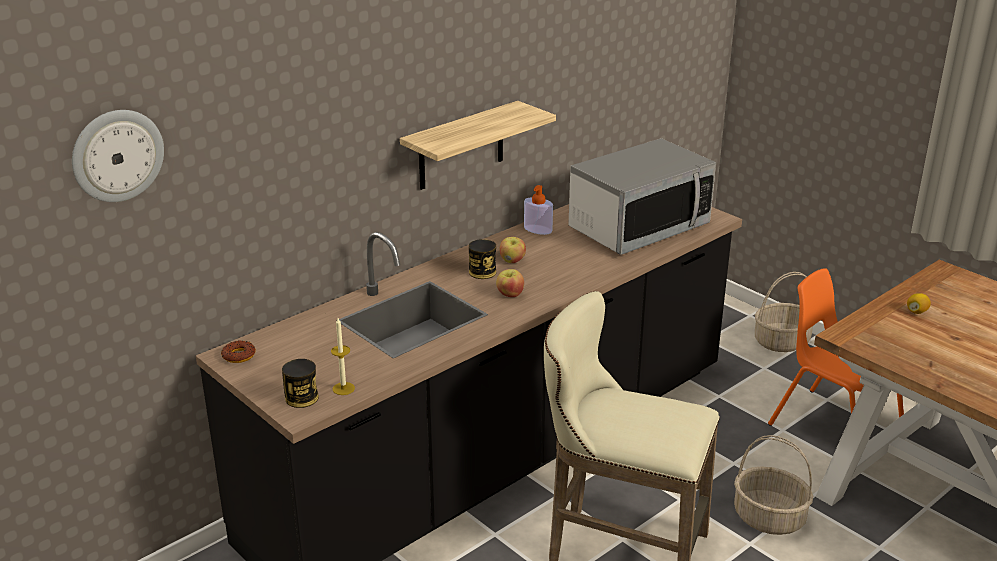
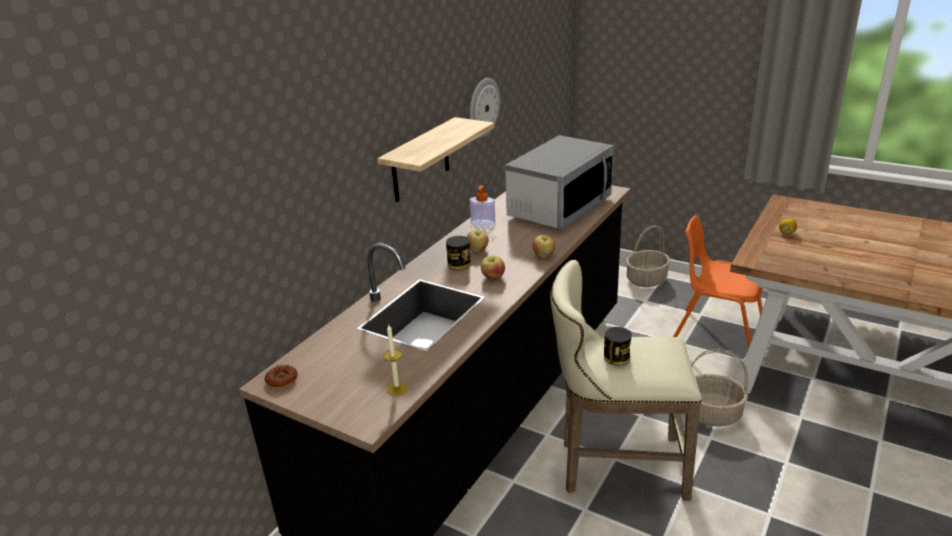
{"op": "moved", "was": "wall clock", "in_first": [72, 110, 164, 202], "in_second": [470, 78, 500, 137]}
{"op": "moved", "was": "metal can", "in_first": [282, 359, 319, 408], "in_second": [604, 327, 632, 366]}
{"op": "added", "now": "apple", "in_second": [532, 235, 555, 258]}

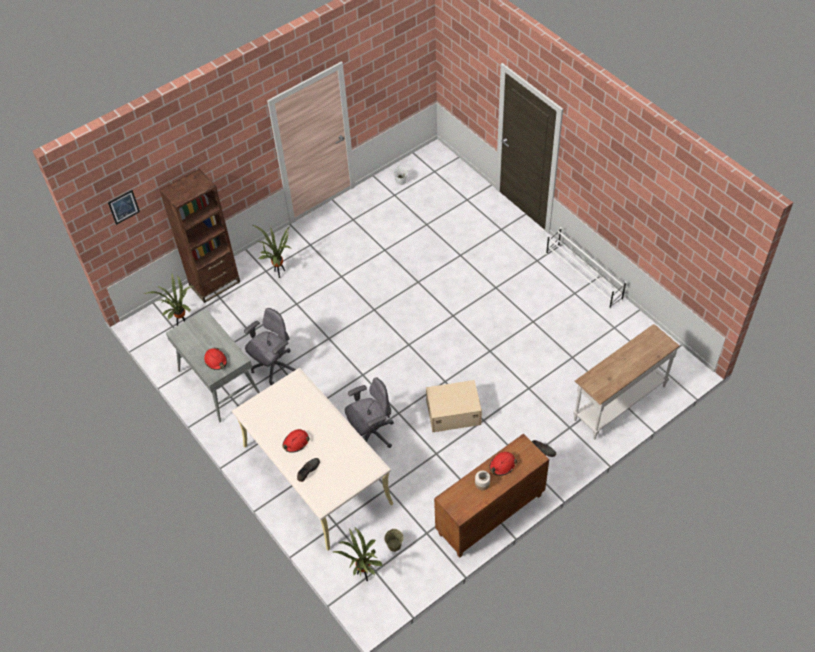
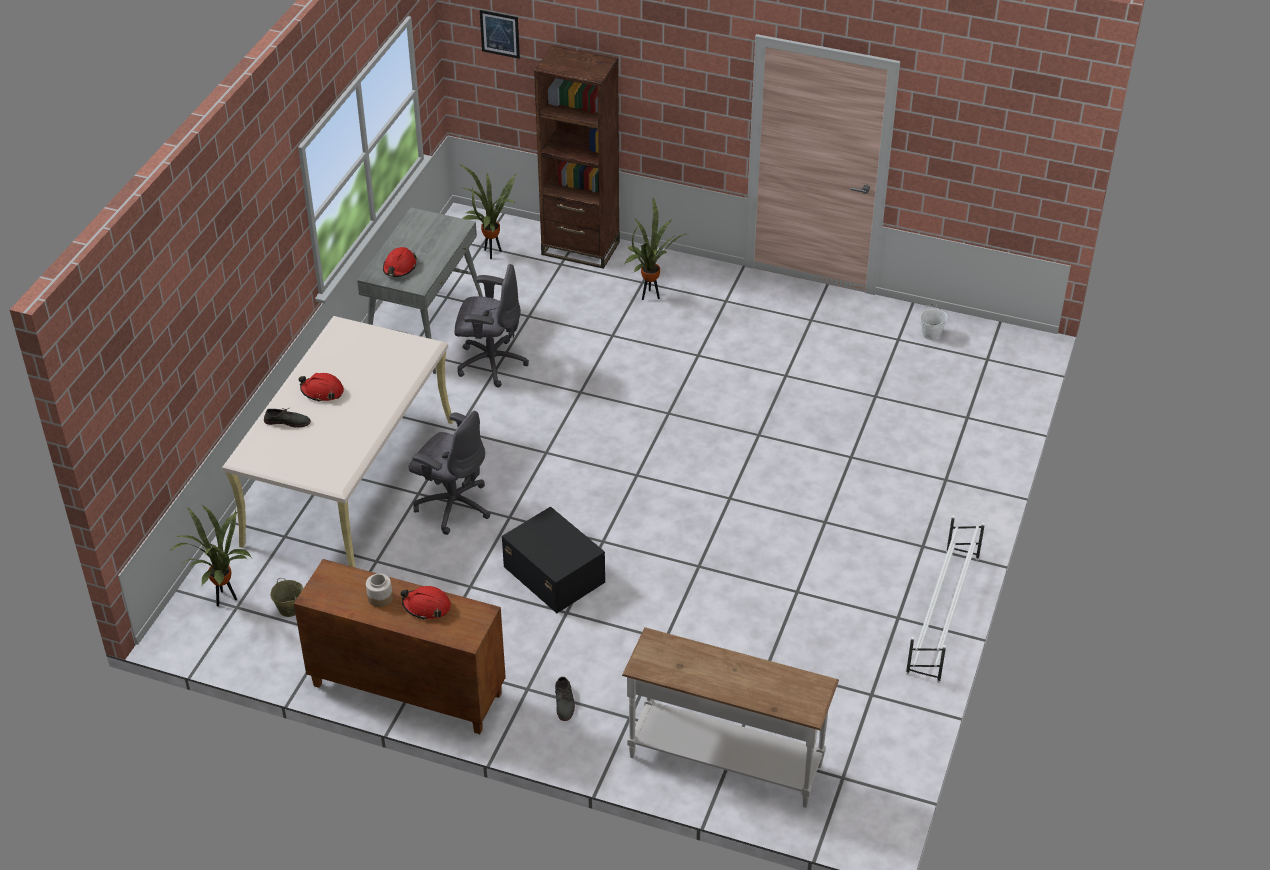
{"op": "recoloured", "was": "beige-coloured storage box", "now": "black storage box", "in_first": [426, 380, 482, 432], "in_second": [502, 506, 605, 613]}

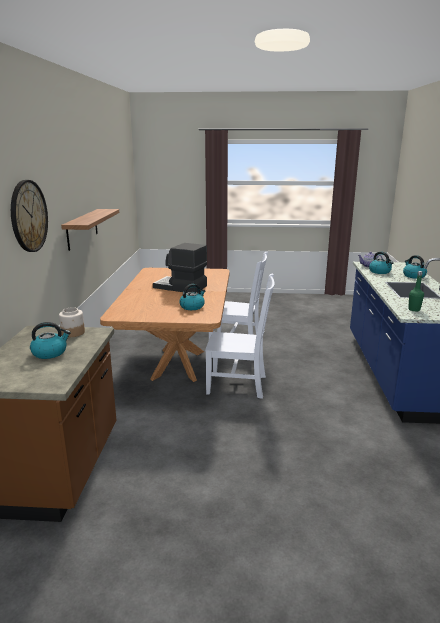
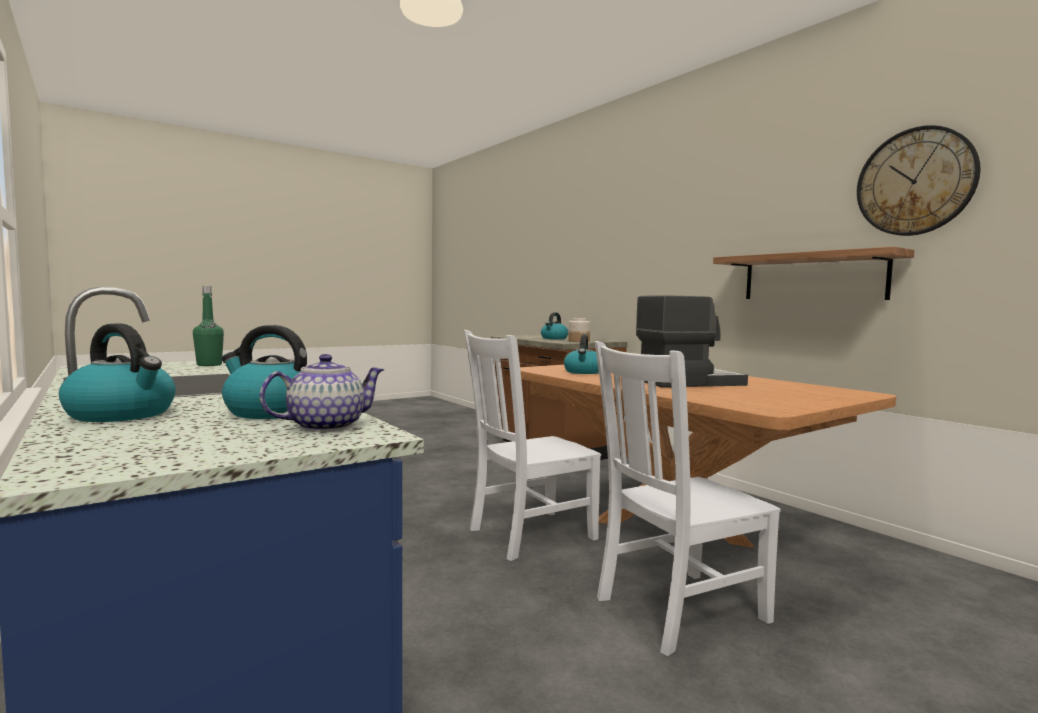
{"op": "moved", "was": "wall clock", "in_first": [11, 180, 48, 252], "in_second": [857, 125, 981, 236]}

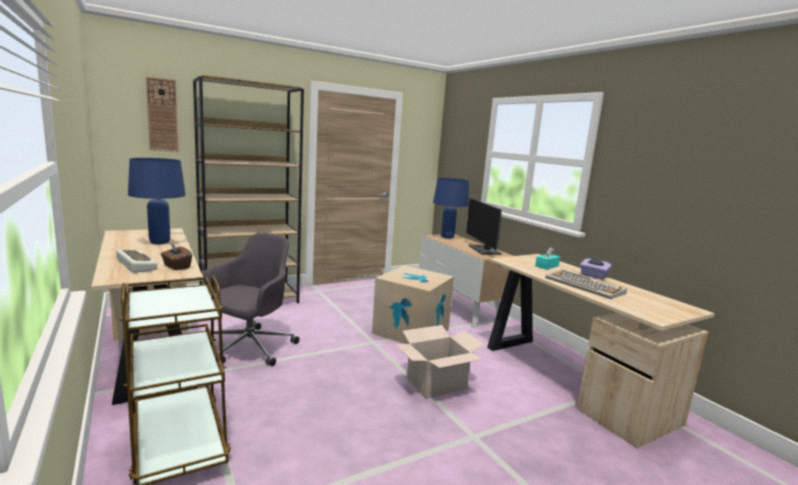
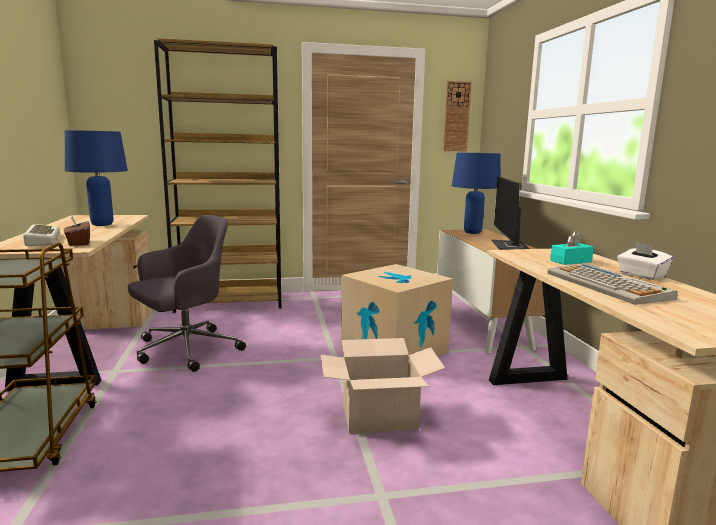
{"op": "moved", "was": "wall clock", "in_first": [146, 77, 179, 151], "in_second": [443, 81, 472, 151]}
{"op": "recoloured", "was": "purple tissue holder", "now": "white-coloured tissue holder", "in_first": [580, 256, 612, 279], "in_second": [617, 242, 673, 280]}

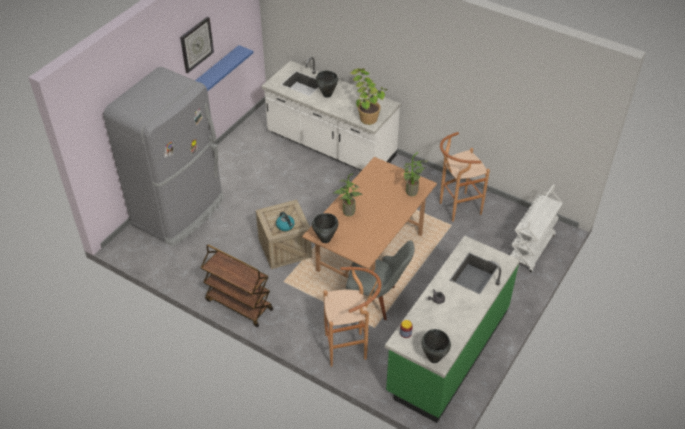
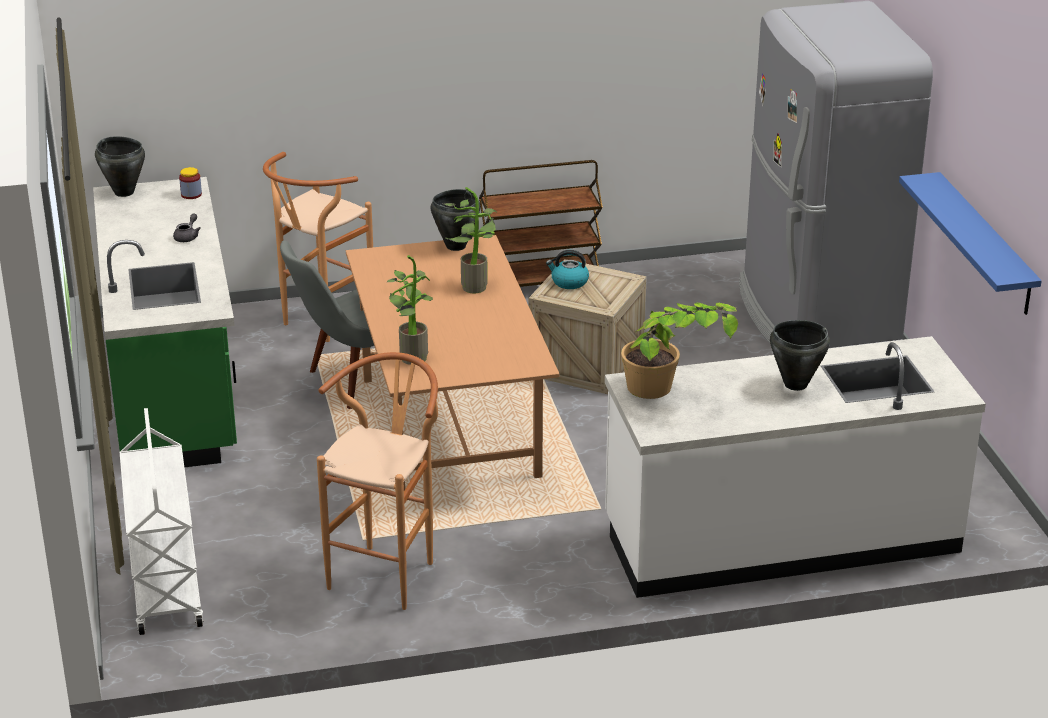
{"op": "removed", "was": "wall clock", "in_first": [180, 17, 214, 73]}

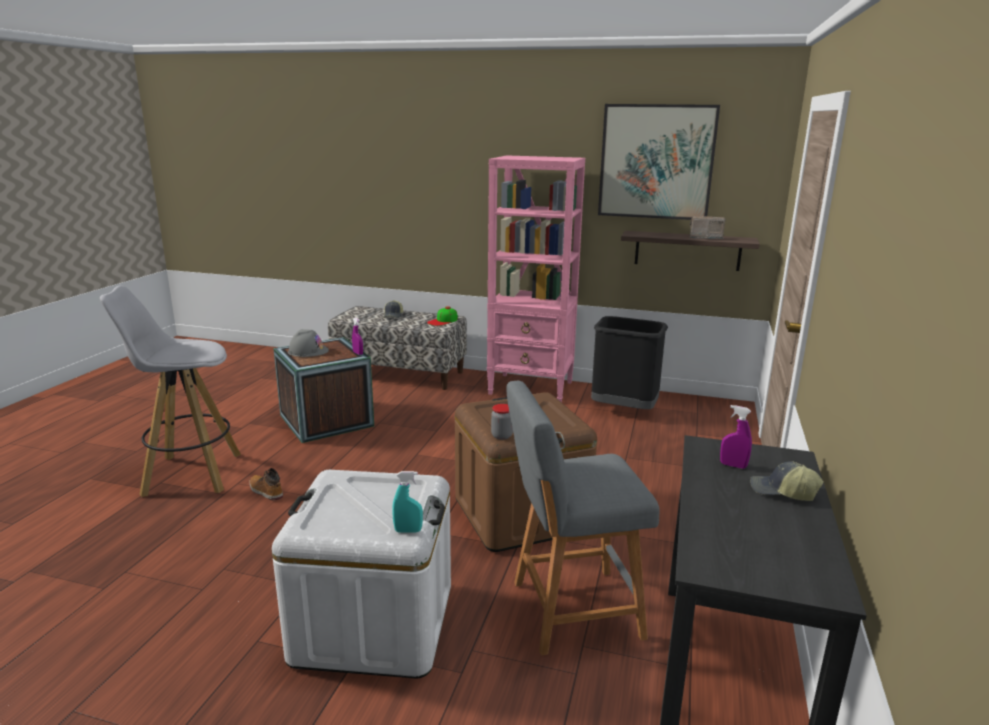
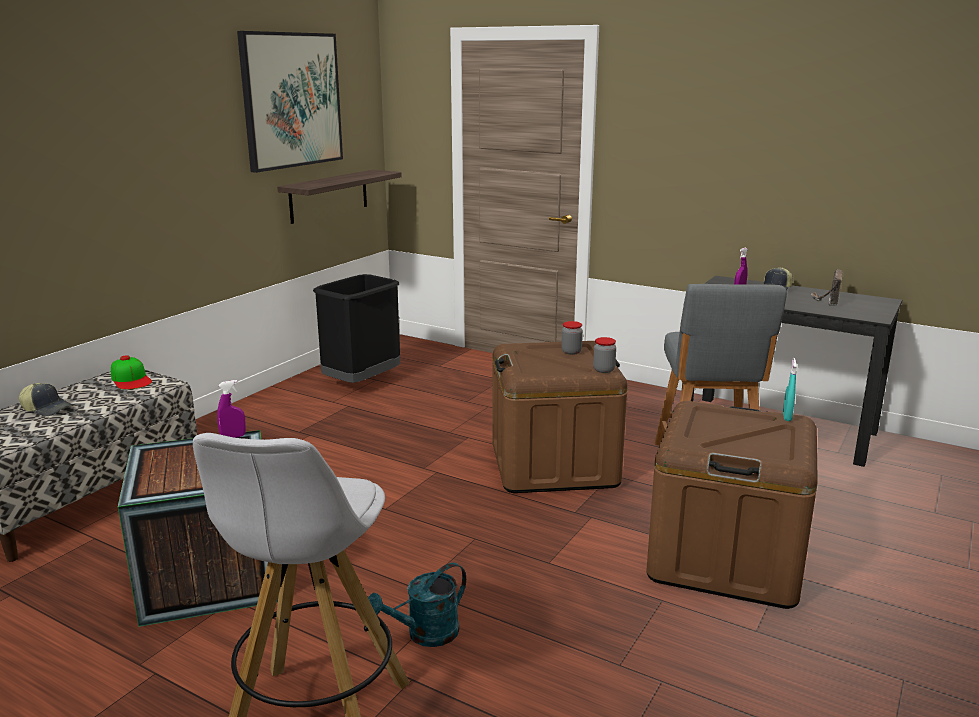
{"op": "replaced", "was": "high-top boot", "now": "turquoise-coloured watering pot", "in_first": [249, 468, 283, 501], "in_second": [368, 563, 466, 647]}
{"op": "recoloured", "was": "white-coloured storage box", "now": "brown storage box", "in_first": [272, 470, 451, 678], "in_second": [646, 401, 818, 609]}
{"op": "removed", "was": "grey work helmet", "in_first": [288, 329, 329, 357]}
{"op": "removed", "was": "pinkish shelving unit", "in_first": [487, 155, 585, 402]}
{"op": "moved", "was": "radio set", "in_first": [690, 216, 726, 239], "in_second": [811, 269, 843, 306]}
{"op": "added", "now": "preserve jar", "in_second": [561, 321, 583, 355]}

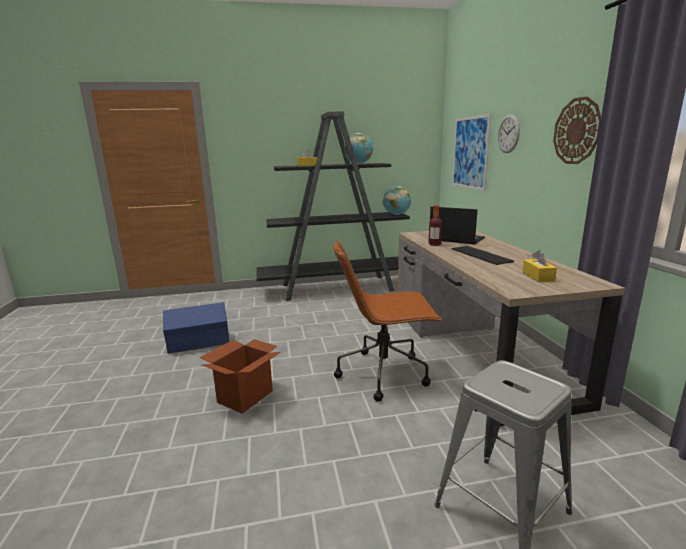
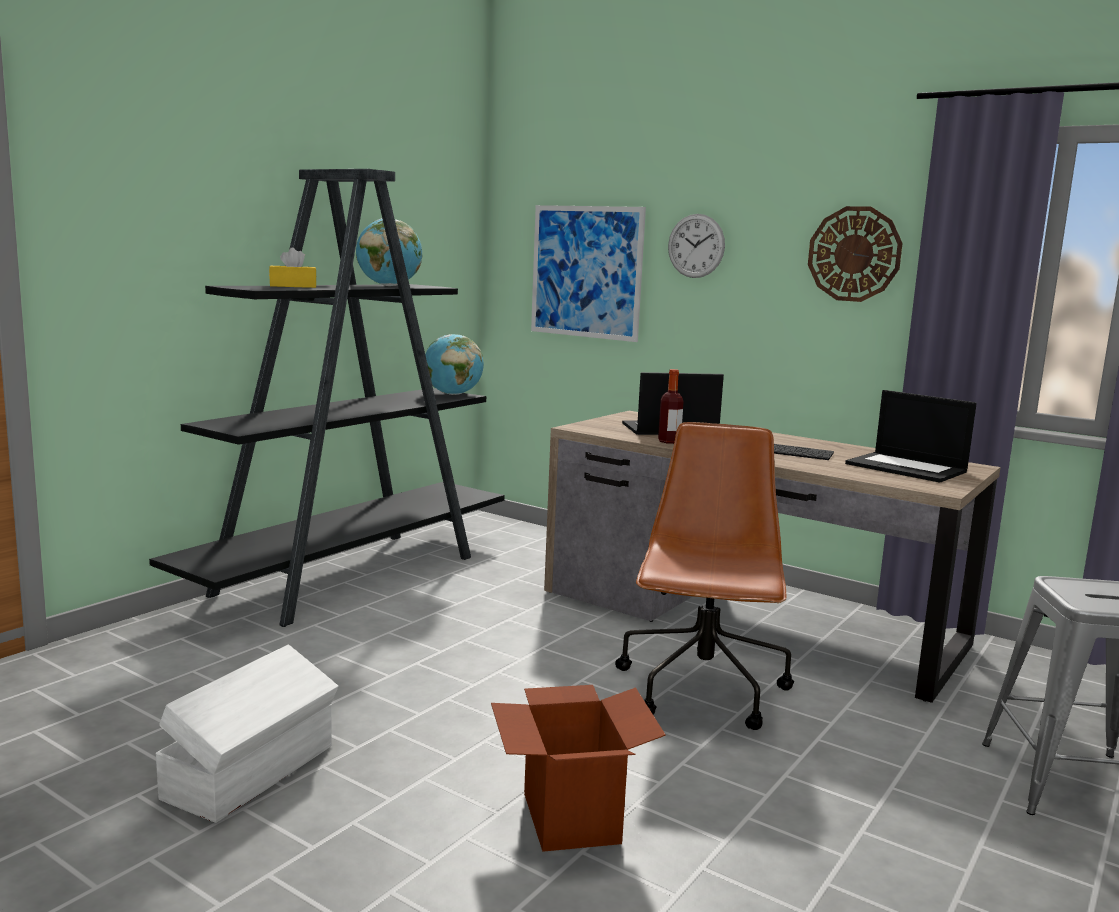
{"op": "recoloured", "was": "blue-coloured storage box", "now": "white-coloured storage box", "in_first": [163, 302, 229, 354], "in_second": [156, 645, 338, 823]}
{"op": "turned", "was": "brown office chair", "in_first": [334, 240, 442, 402], "in_second": [615, 422, 794, 730], "clockwise": 150}
{"op": "replaced", "was": "yellow-coloured tissue holder", "now": "notebook computer", "in_first": [522, 250, 557, 282], "in_second": [845, 390, 977, 483]}

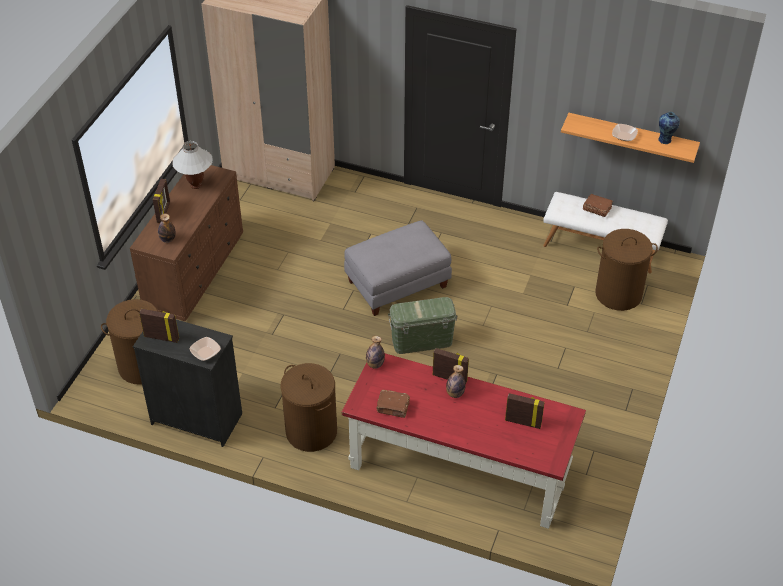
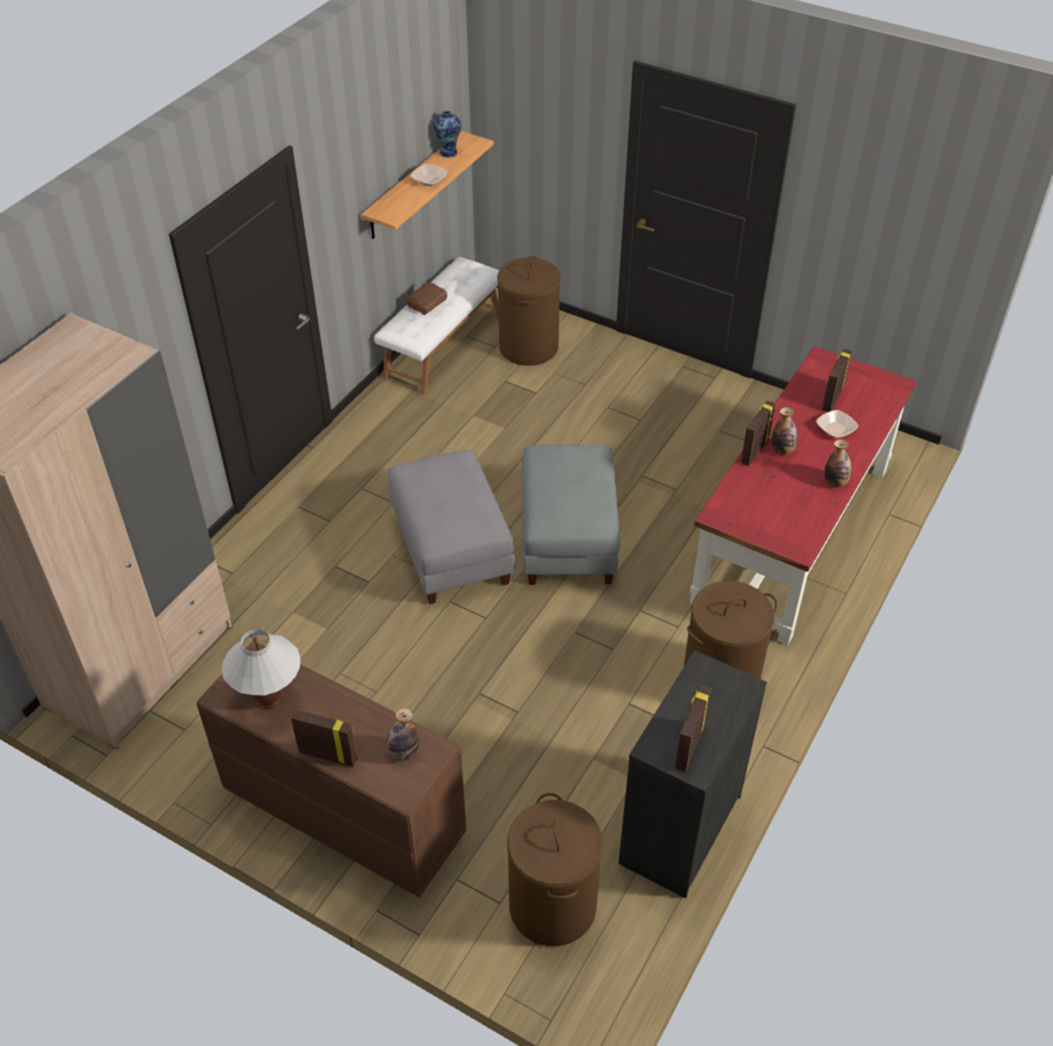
{"op": "moved", "was": "bowl", "in_first": [189, 337, 221, 361], "in_second": [816, 410, 858, 438]}
{"op": "moved", "was": "beverage bottle", "in_first": [366, 336, 385, 369], "in_second": [824, 439, 852, 488]}
{"op": "removed", "was": "brown volume", "in_first": [376, 390, 410, 418]}
{"op": "replaced", "was": "green storage box", "now": "grey ottoman", "in_first": [388, 297, 458, 354], "in_second": [522, 444, 620, 585]}

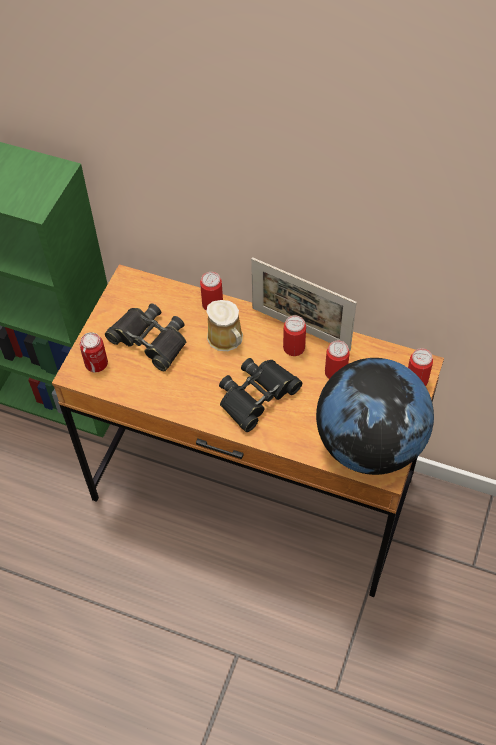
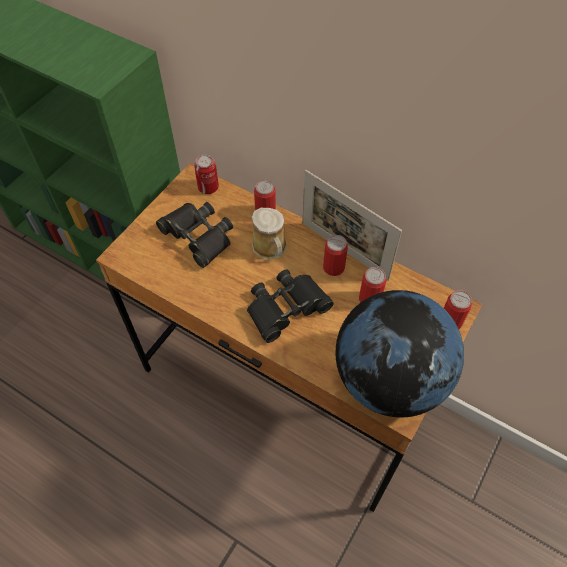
{"op": "moved", "was": "metal can", "in_first": [80, 332, 108, 372], "in_second": [194, 155, 219, 194]}

